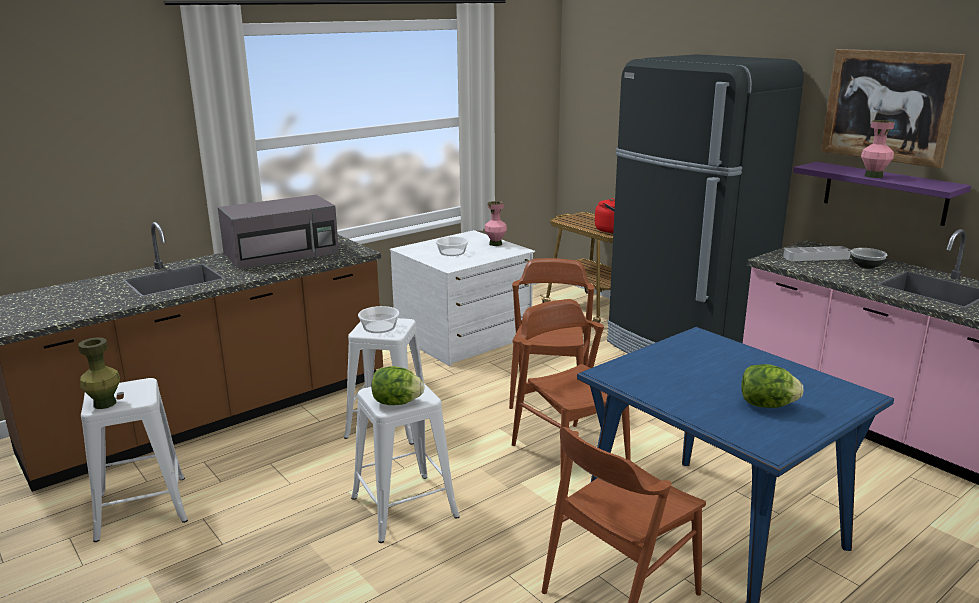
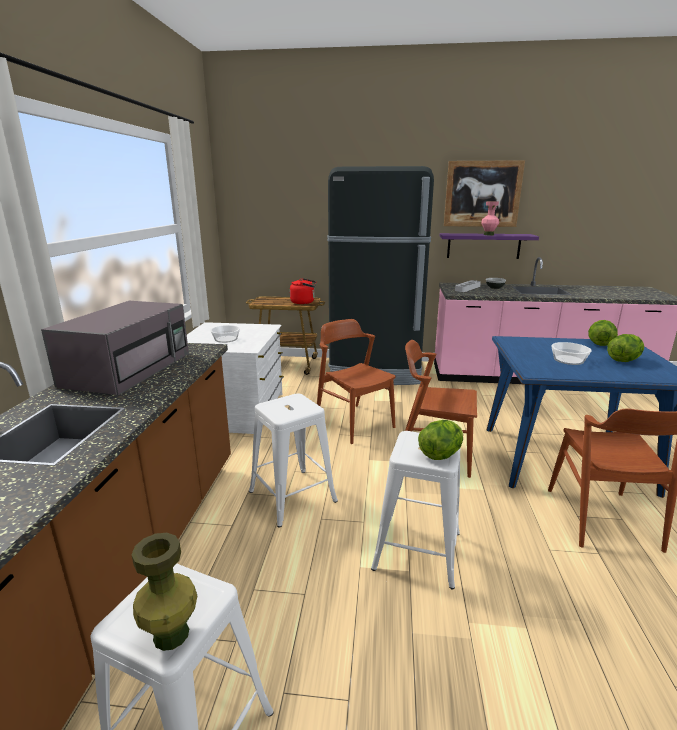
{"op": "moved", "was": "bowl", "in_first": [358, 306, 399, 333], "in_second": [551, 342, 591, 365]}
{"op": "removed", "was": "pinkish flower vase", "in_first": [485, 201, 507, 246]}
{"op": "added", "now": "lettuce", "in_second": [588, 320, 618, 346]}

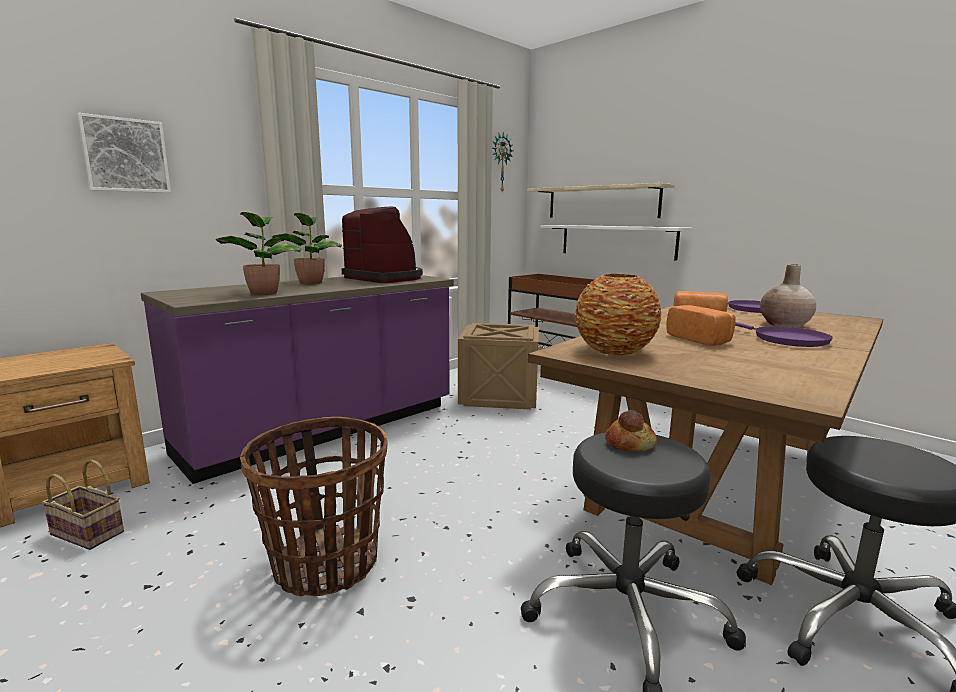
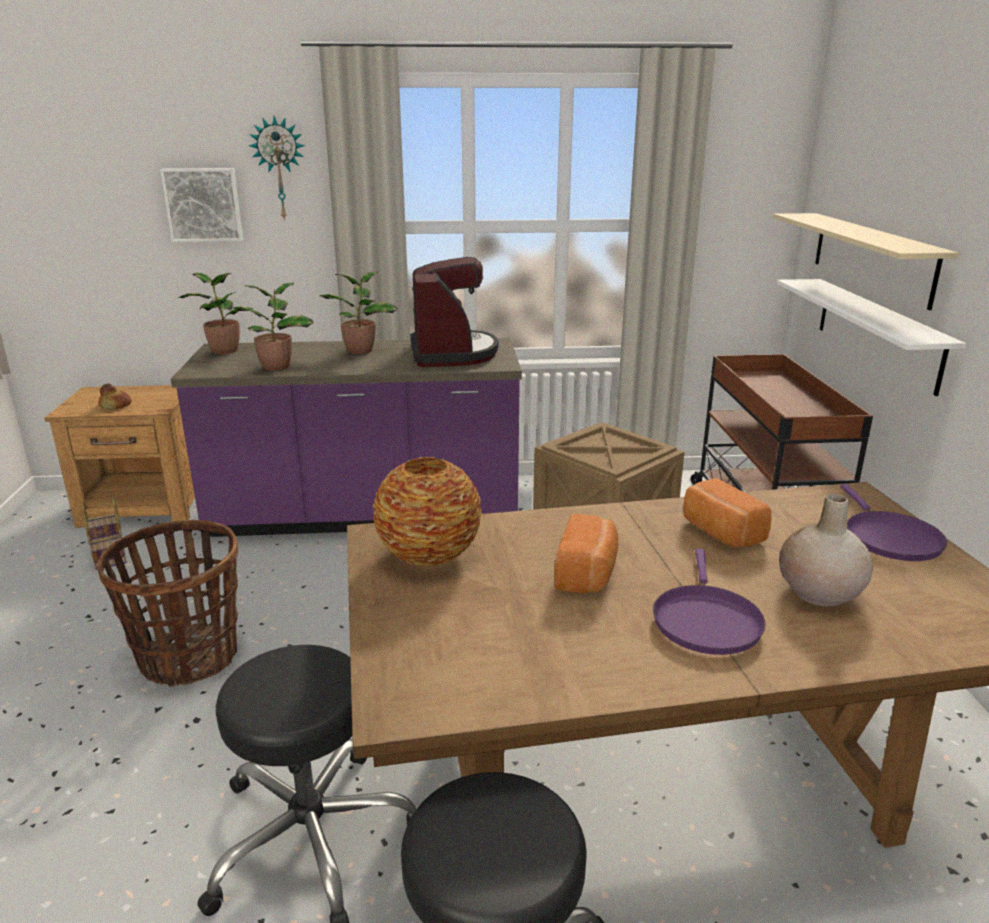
{"op": "moved", "was": "wall clock", "in_first": [492, 132, 513, 192], "in_second": [249, 116, 305, 221]}
{"op": "moved", "was": "baked bread", "in_first": [605, 410, 657, 452], "in_second": [99, 384, 132, 410]}
{"op": "added", "now": "houseplant", "in_second": [177, 273, 253, 354]}

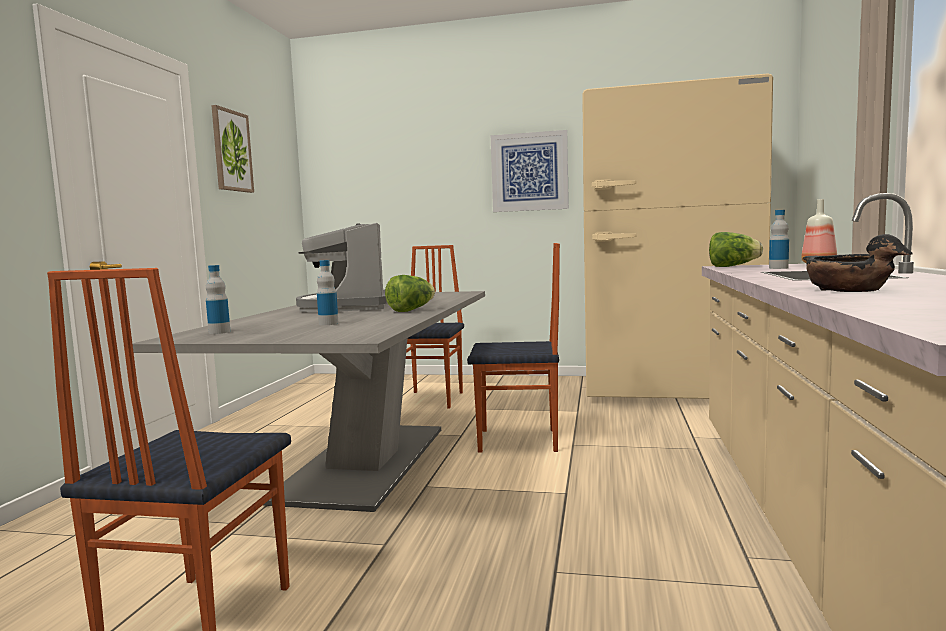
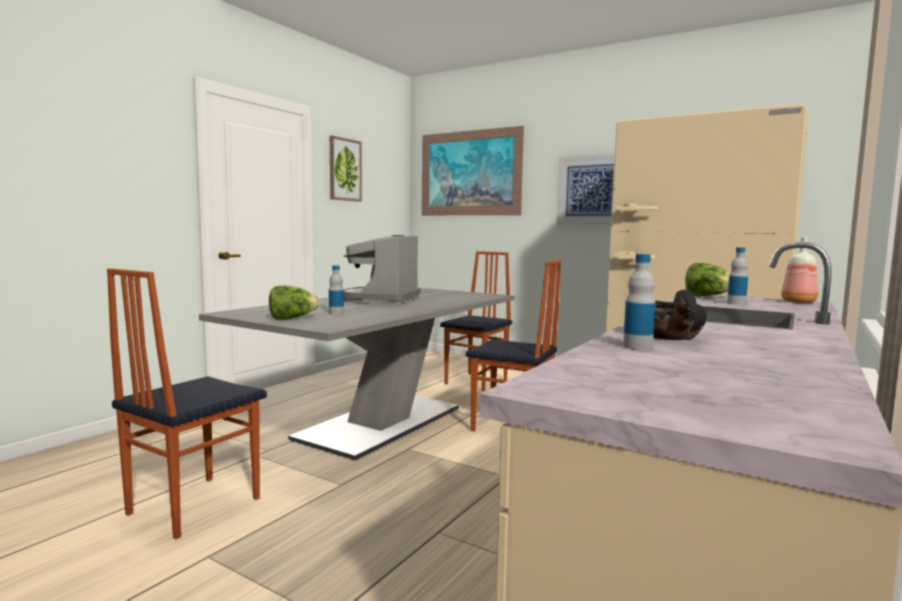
{"op": "moved", "was": "beverage bottle", "in_first": [206, 265, 231, 334], "in_second": [623, 254, 655, 350]}
{"op": "moved", "was": "lettuce", "in_first": [385, 275, 435, 312], "in_second": [269, 285, 319, 320]}
{"op": "added", "now": "wall art", "in_second": [422, 126, 524, 215]}

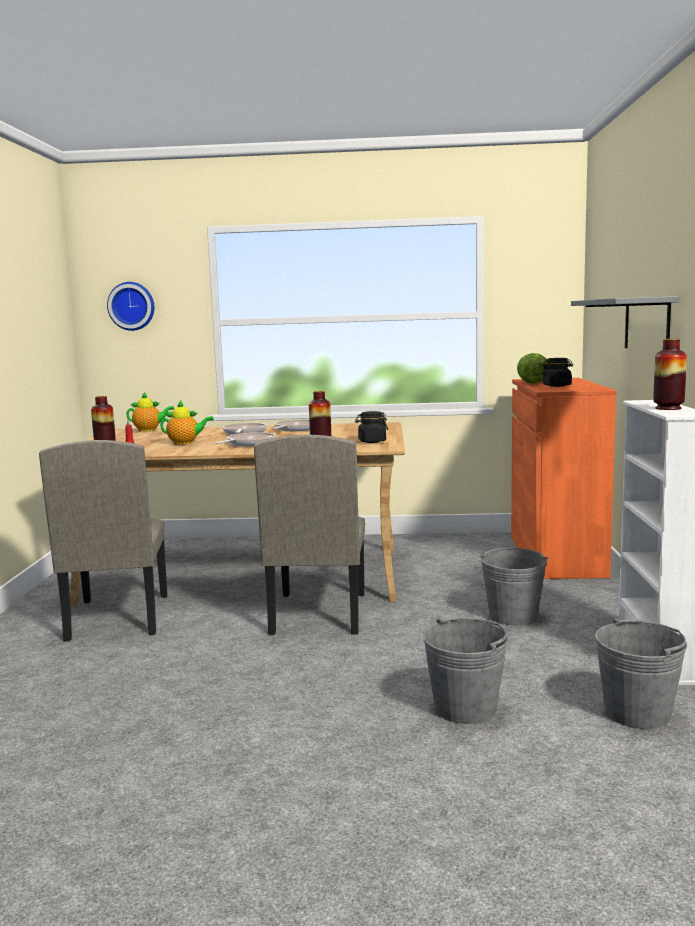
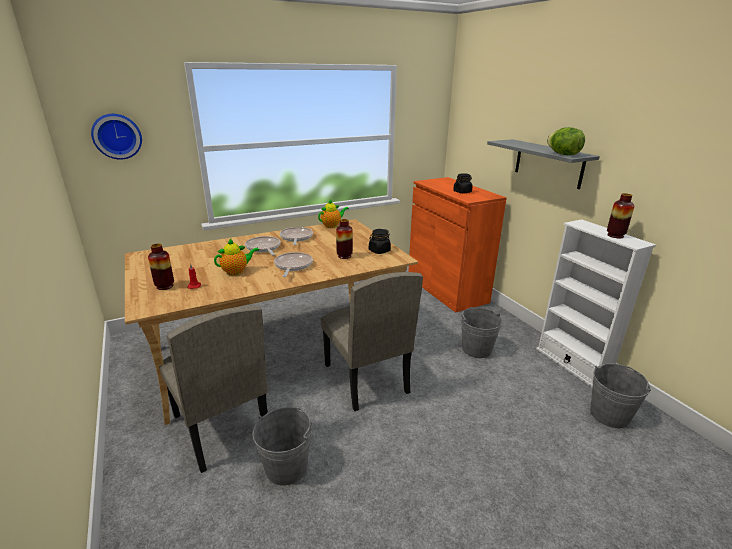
{"op": "moved", "was": "tea pot", "in_first": [126, 392, 174, 432], "in_second": [318, 199, 349, 228]}
{"op": "moved", "was": "grey pail", "in_first": [423, 617, 508, 724], "in_second": [252, 407, 312, 485]}
{"op": "moved", "was": "lettuce", "in_first": [517, 353, 547, 384], "in_second": [547, 127, 585, 155]}

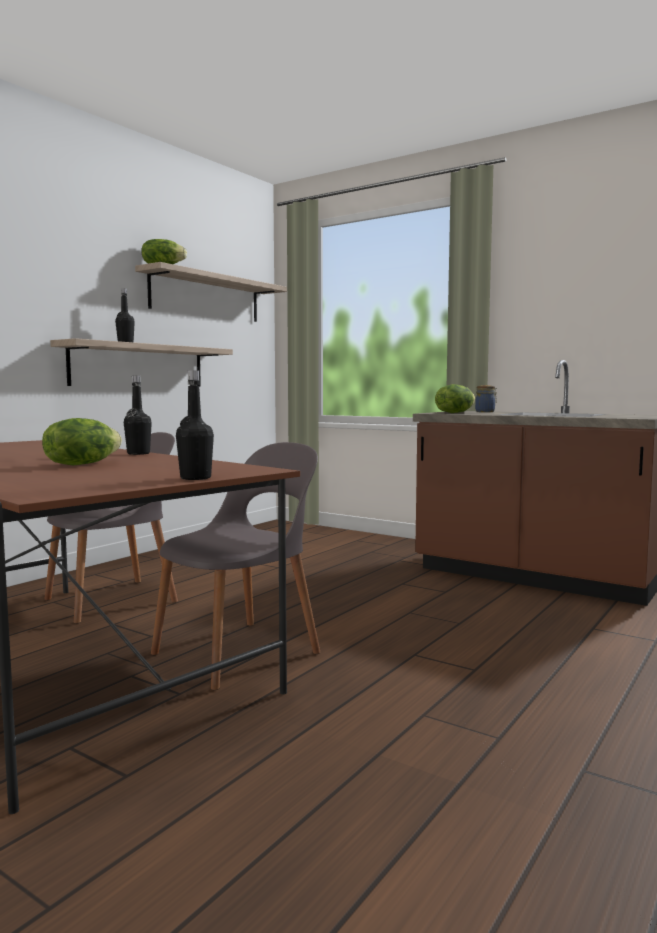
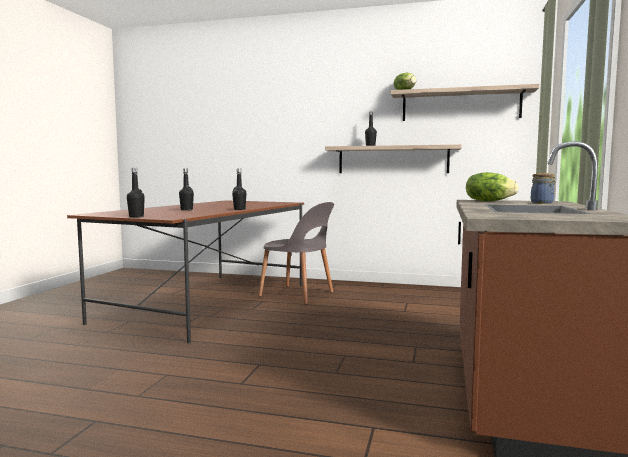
{"op": "replaced", "was": "lettuce", "now": "black beverage bottle", "in_first": [42, 418, 122, 465], "in_second": [179, 169, 194, 211]}
{"op": "removed", "was": "grey upright chair", "in_first": [151, 442, 321, 690]}

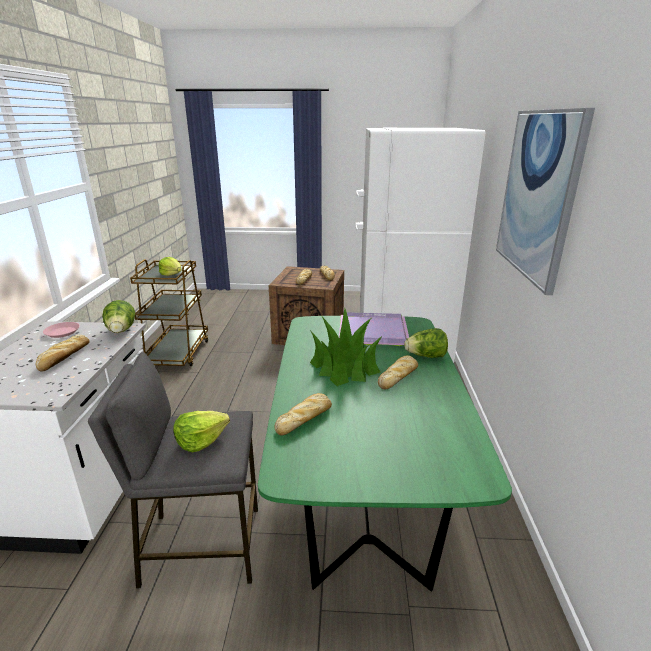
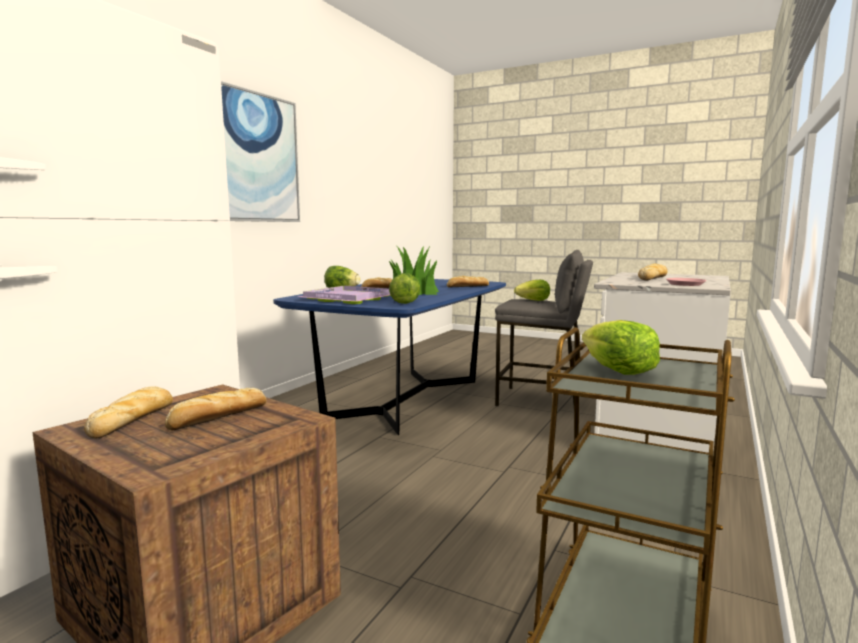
{"op": "moved", "was": "lettuce", "in_first": [102, 300, 135, 333], "in_second": [389, 273, 420, 304]}
{"op": "recoloured", "was": "green kitchen table", "now": "blue-coloured kitchen table", "in_first": [258, 316, 512, 592], "in_second": [273, 279, 506, 435]}

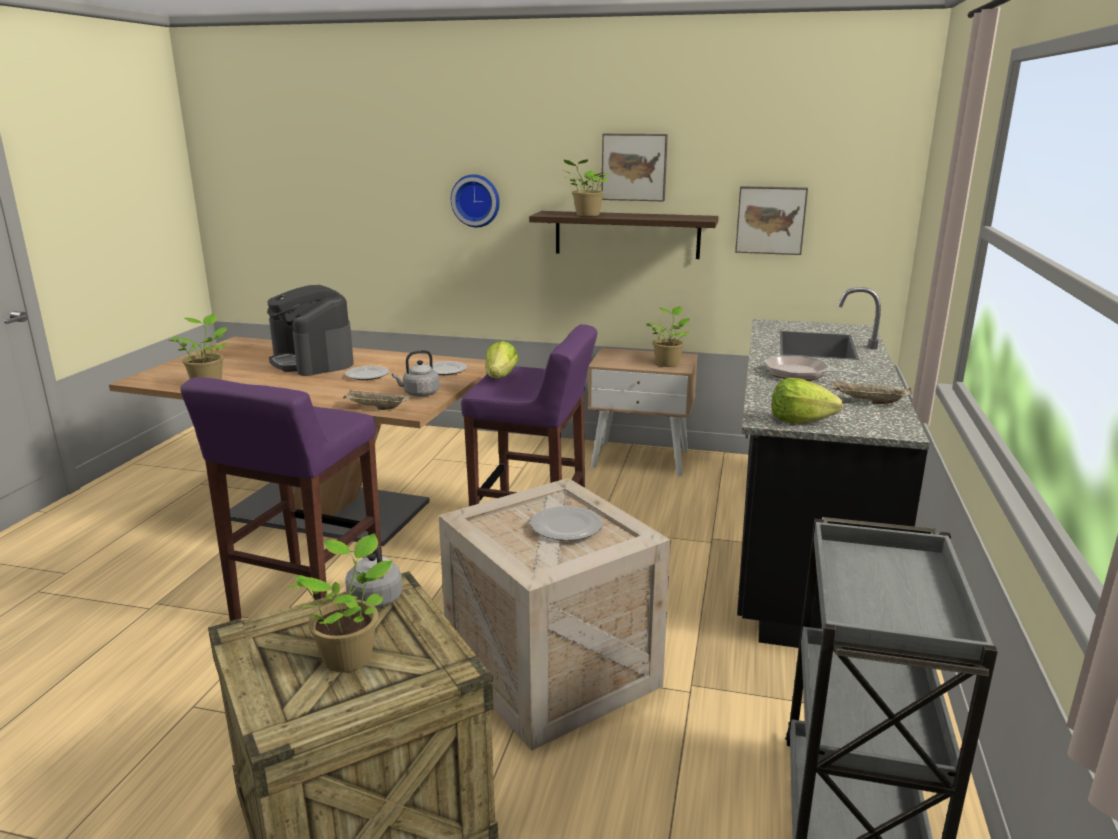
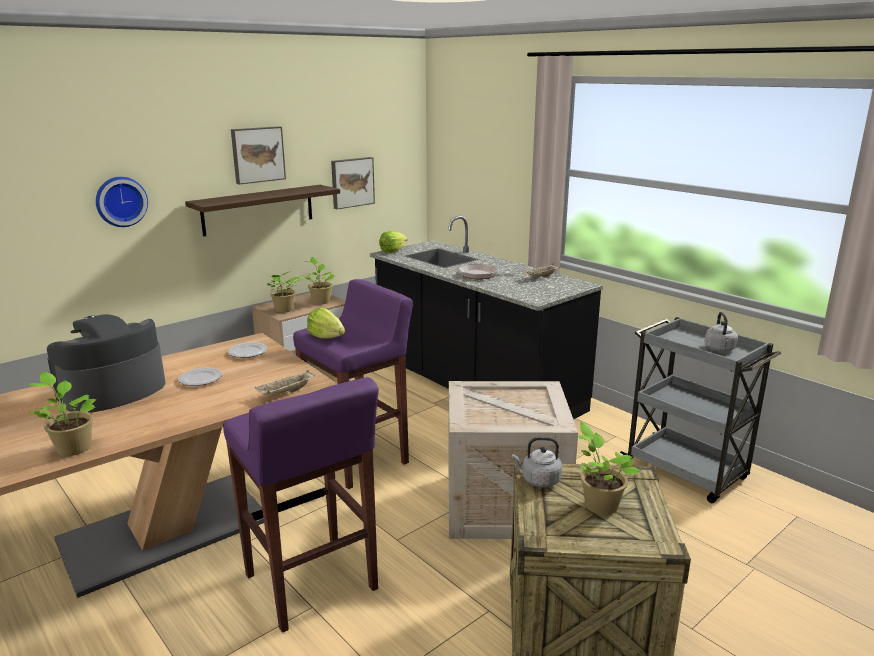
{"op": "turned", "was": "coffee machine", "in_first": [267, 285, 354, 376], "in_second": [47, 314, 165, 413], "clockwise": 135}
{"op": "moved", "was": "grey kettle", "in_first": [392, 350, 440, 396], "in_second": [704, 312, 738, 352]}
{"op": "removed", "was": "flat dish", "in_first": [531, 506, 603, 541]}
{"op": "moved", "was": "houseplant", "in_first": [563, 159, 609, 216], "in_second": [266, 271, 301, 313]}
{"op": "moved", "was": "lettuce", "in_first": [772, 378, 843, 424], "in_second": [379, 231, 408, 253]}

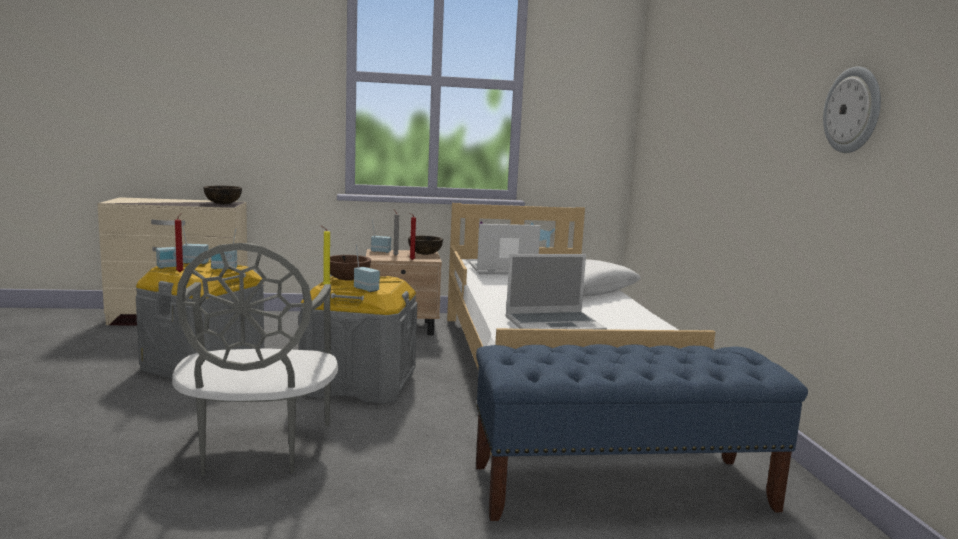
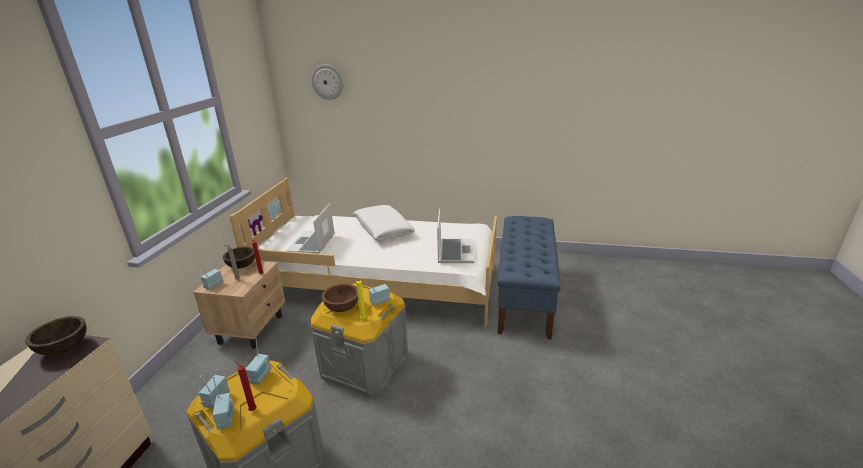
{"op": "removed", "was": "grey upright chair", "in_first": [172, 243, 338, 476]}
{"op": "moved", "was": "wall clock", "in_first": [823, 66, 881, 153], "in_second": [311, 64, 344, 100]}

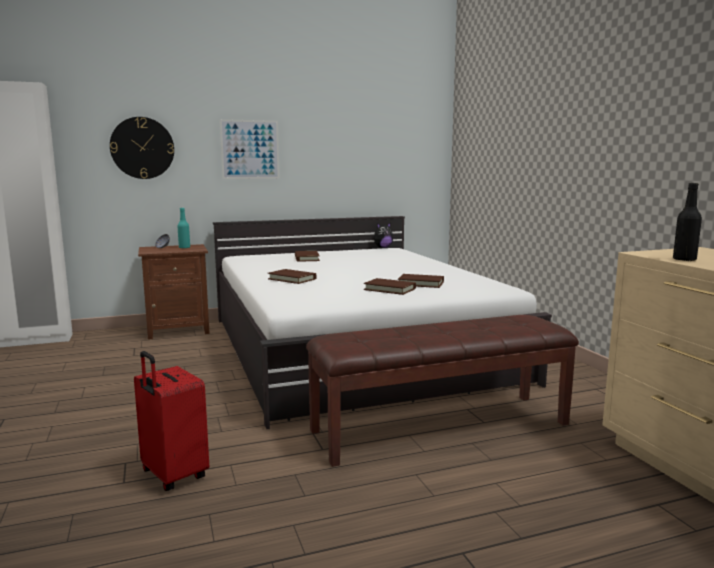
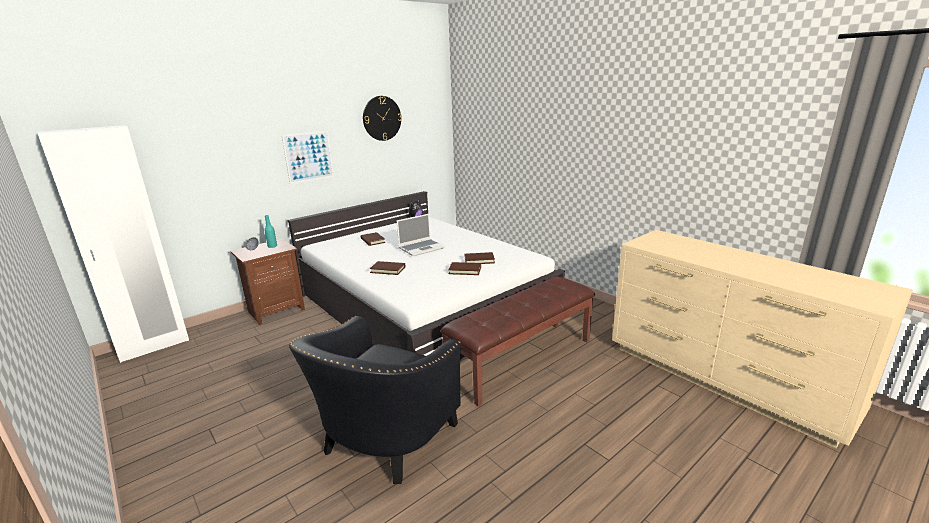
{"op": "moved", "was": "wall clock", "in_first": [110, 117, 174, 179], "in_second": [363, 96, 402, 141]}
{"op": "replaced", "was": "reddish piece of luggage", "now": "black armchair", "in_first": [134, 351, 209, 491], "in_second": [289, 316, 462, 484]}
{"op": "removed", "was": "black beverage bottle", "in_first": [673, 183, 702, 261]}
{"op": "added", "now": "notebook computer", "in_second": [397, 214, 445, 256]}

